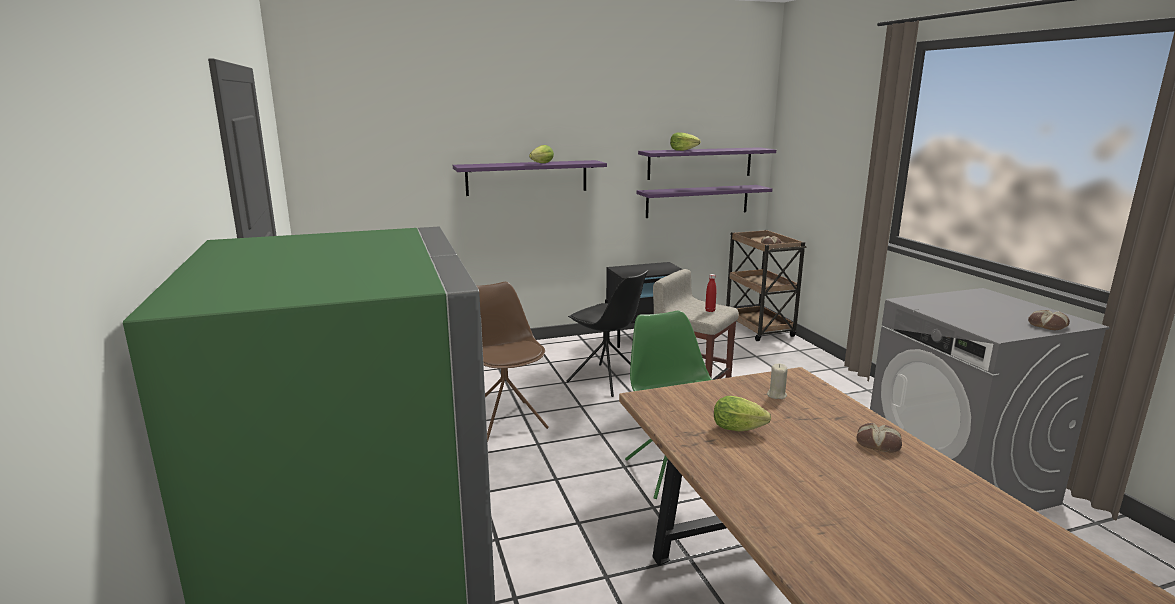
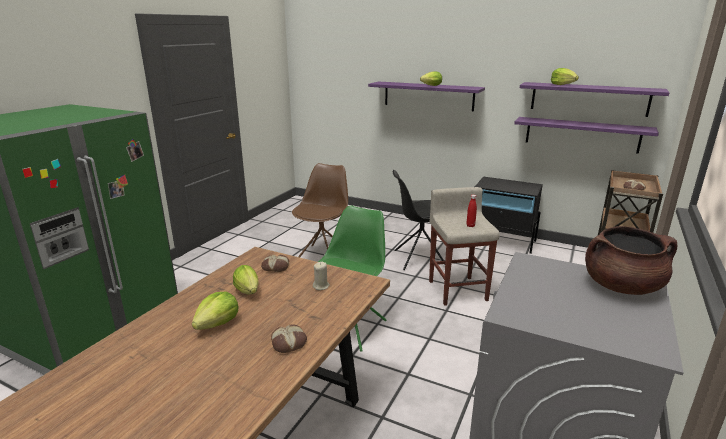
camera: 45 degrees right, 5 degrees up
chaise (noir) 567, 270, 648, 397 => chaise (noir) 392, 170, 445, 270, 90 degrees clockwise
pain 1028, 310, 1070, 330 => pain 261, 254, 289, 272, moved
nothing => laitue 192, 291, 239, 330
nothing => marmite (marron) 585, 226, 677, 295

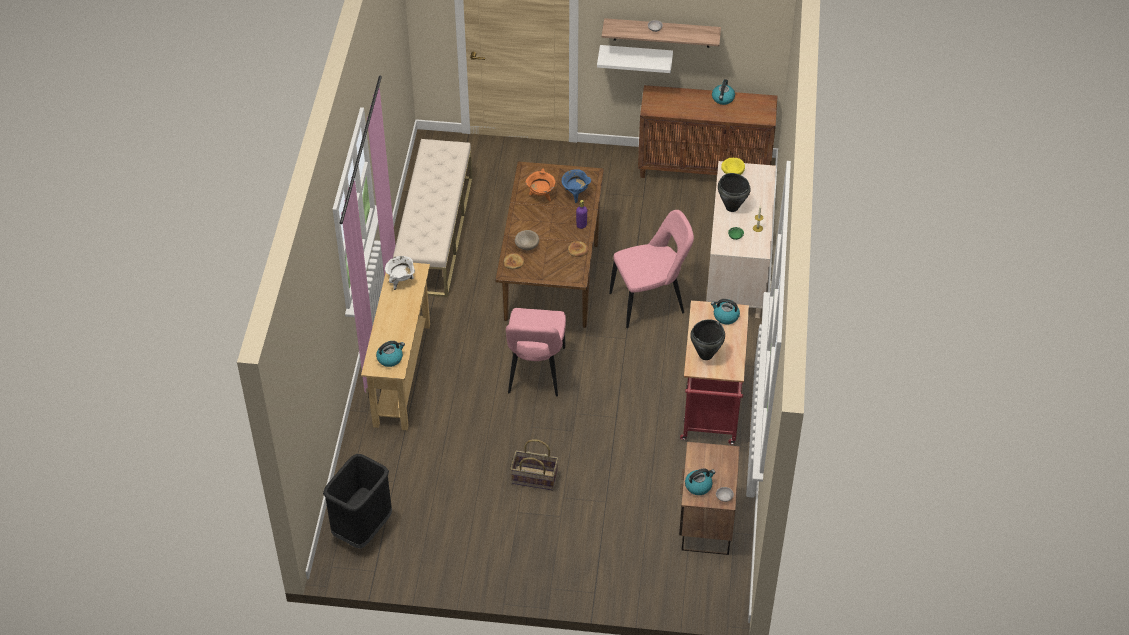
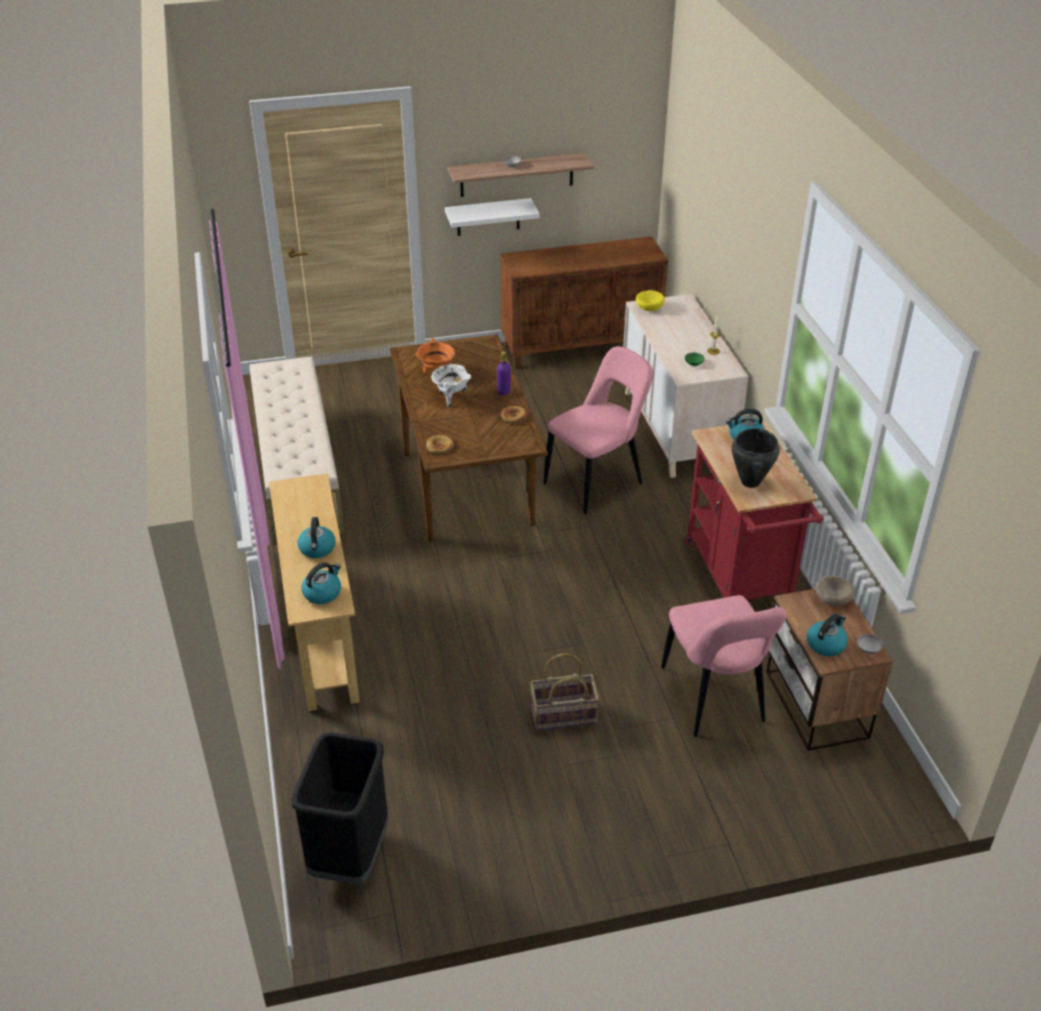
camera: 20 degrees left, 10 degrees down
marmite (blanc) 385, 256, 415, 290 => marmite (blanc) 431, 364, 471, 407, moved
chaise (rose) 506, 308, 566, 397 => chaise (rose) 661, 595, 787, 737, moved
bol (beige) 515, 230, 539, 250 => bol (beige) 816, 575, 855, 606, moved
marmite (bleu) 562, 169, 591, 203 => nothing
bouilloire 712, 79, 735, 105 => bouilloire 297, 517, 336, 558, moved
marmite (noir) 718, 173, 751, 212 => nothing

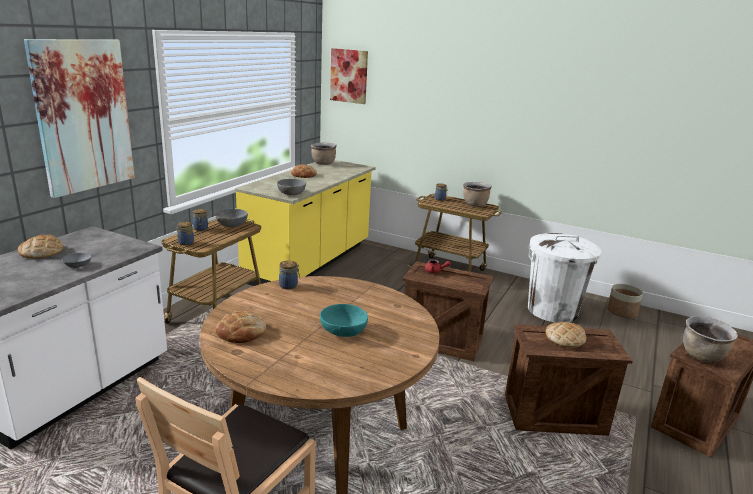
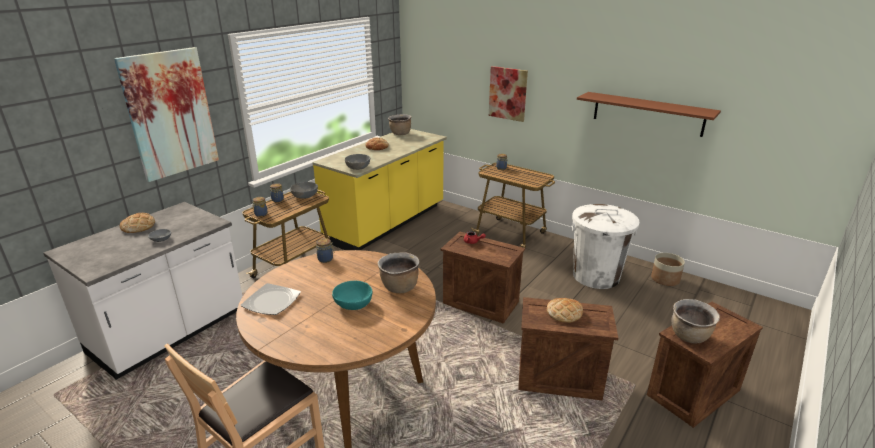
camera: 10 degrees right, 5 degrees up
pain 216, 311, 266, 343 => assiette 241, 283, 301, 315
tableau 330, 48, 368, 104 => tableau 489, 66, 528, 122, moved
marmite (marron) 463, 182, 492, 207 => marmite (marron) 378, 252, 419, 293, moved
nothing => étagère (marron) 577, 92, 721, 137

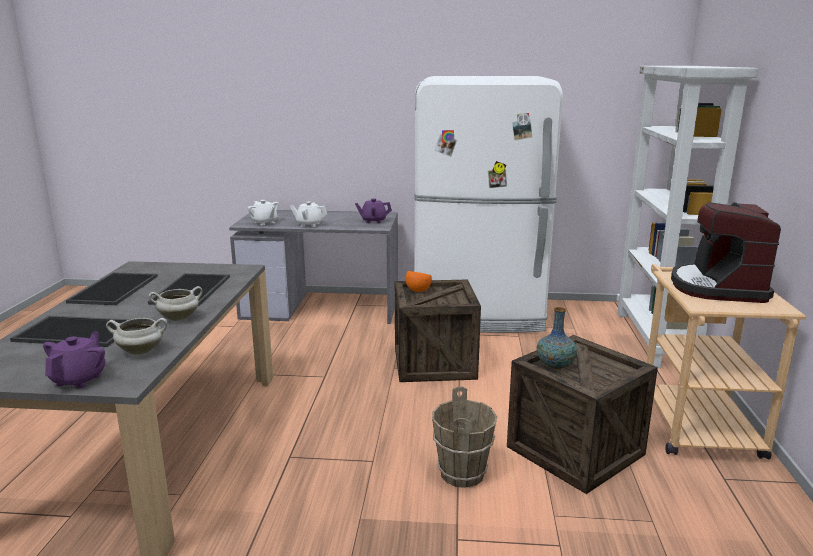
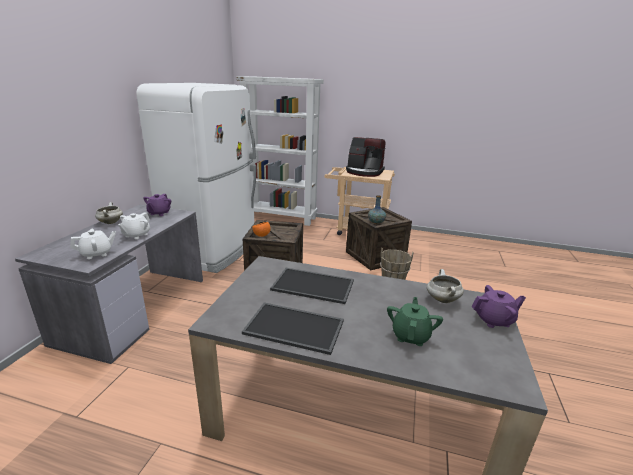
camera: 80 degrees left, 5 degrees up
plateau 10, 316, 129, 347 => théière (vert) 387, 297, 443, 346
théière (violet) 43, 332, 106, 389 => théière (violet) 472, 285, 526, 328, 150 degrees clockwise
marmite (blanc) 149, 286, 202, 321 => marmite (blanc) 95, 202, 123, 224, moved

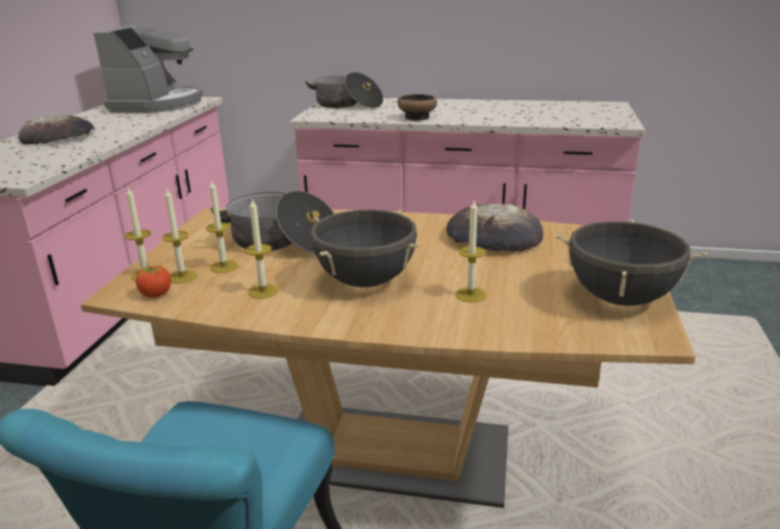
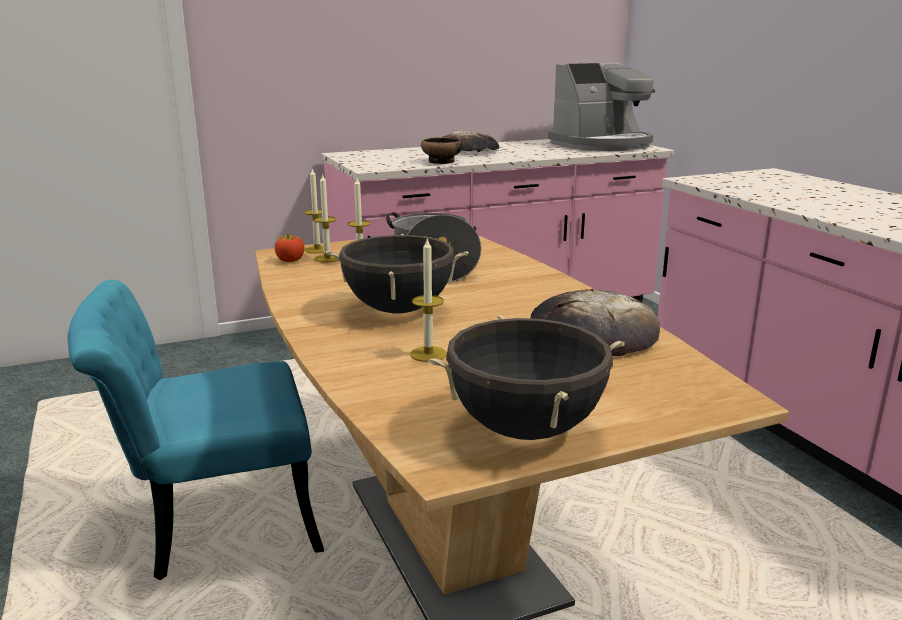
camera: 55 degrees right, 5 degrees down
bougie 245, 199, 279, 299 => nothing
marmite 305, 72, 383, 108 => nothing
bol 398, 94, 437, 121 => bol 421, 137, 463, 164, moved

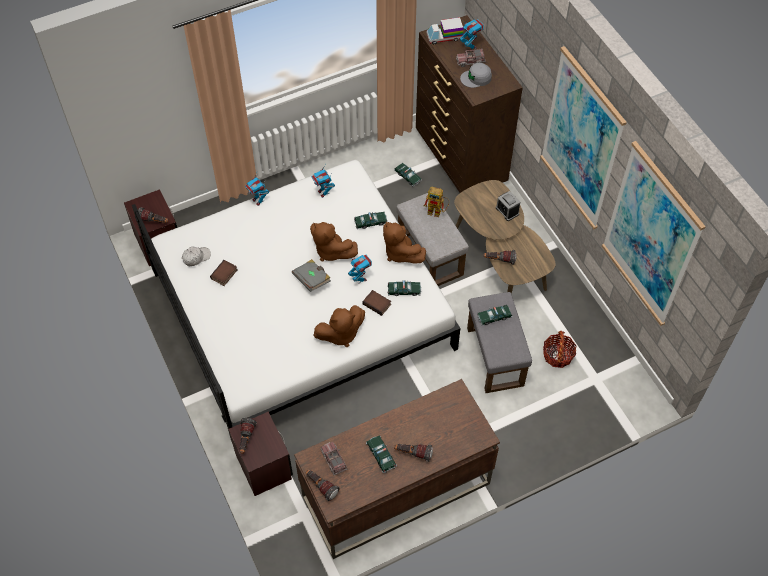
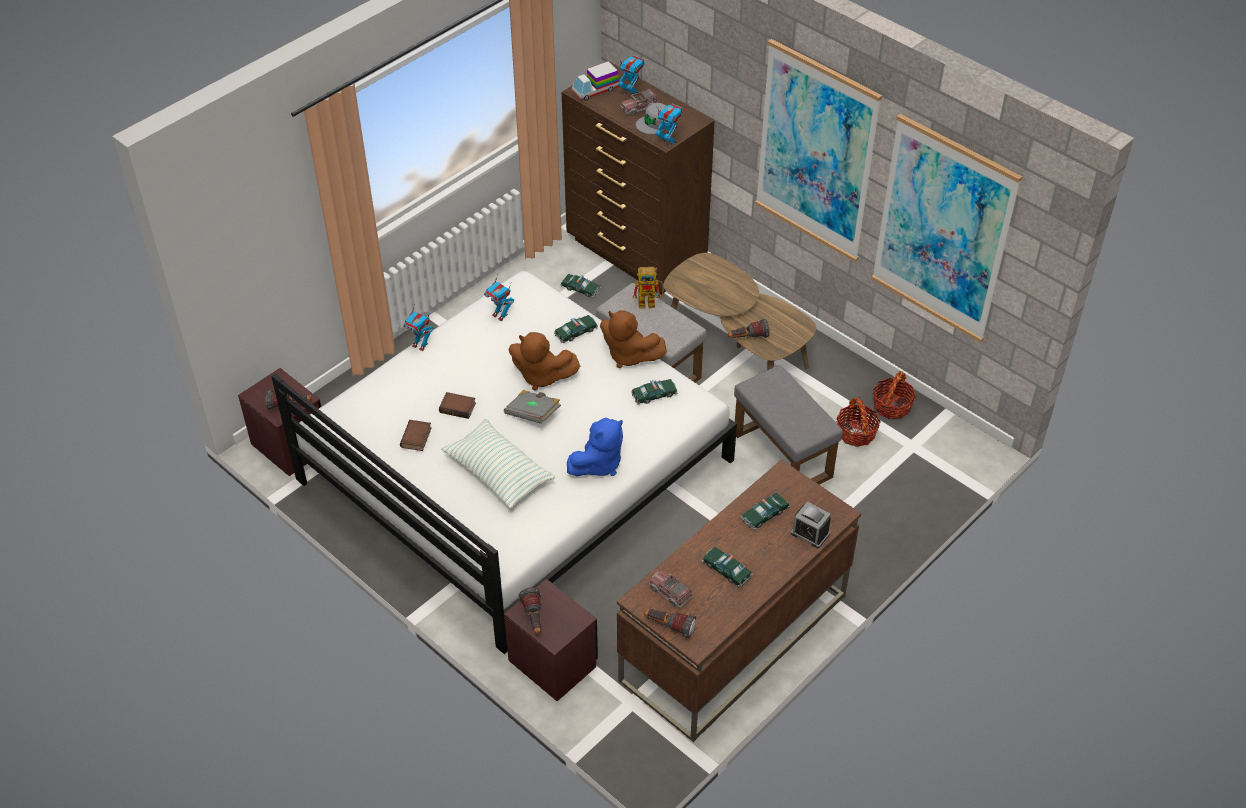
camera: 20 degrees left, 10 degrees down
casquette (blanc) 182, 246, 211, 266 => nothing
peluche (marron) 313, 305, 365, 347 => peluche (bleu) 567, 418, 623, 476
robot jouet 348, 255, 372, 284 => robot jouet 656, 104, 683, 147, moved
livre 362, 290, 391, 316 => livre 439, 392, 476, 419, moved
lampe de poche 394, 444, 433, 462 => nothing
petite voiture 477, 305, 513, 326 => petite voiture 741, 493, 790, 530, moved
réveil 496, 191, 520, 221 => réveil 791, 502, 831, 548, moved
nothing => coussin 442, 419, 555, 508
nothing => panier 873, 371, 916, 419

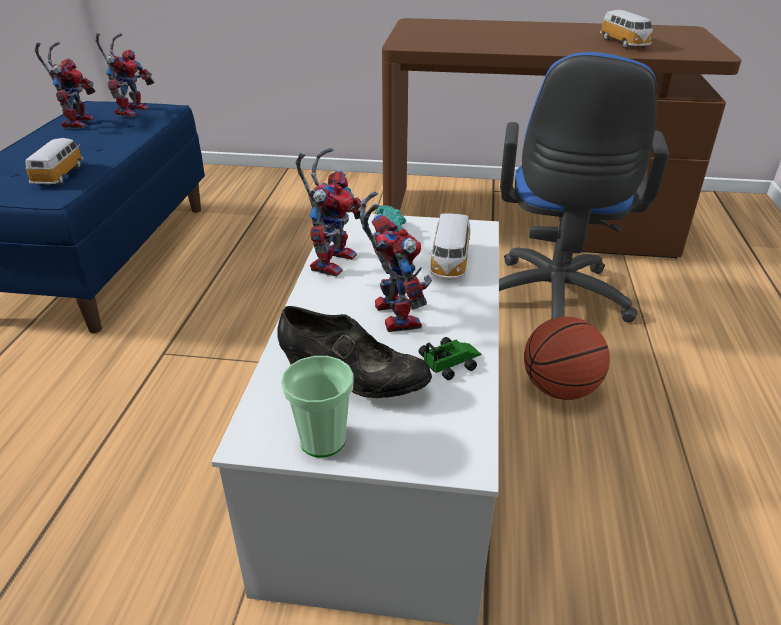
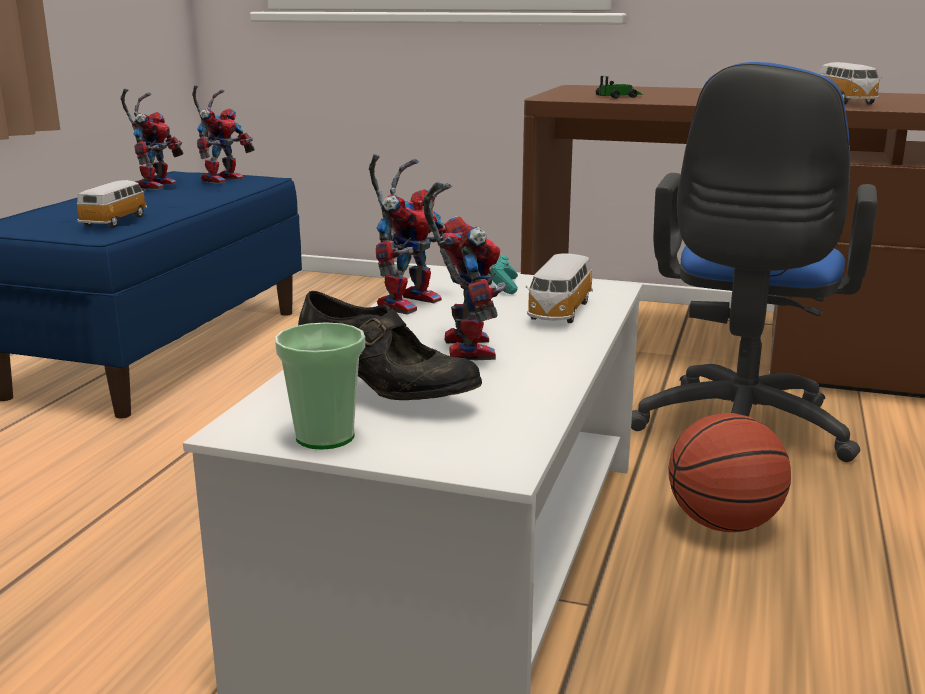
camera: 10 degrees right, 15 degrees down
petite voiture 418, 337, 482, 380 => petite voiture 596, 76, 643, 98, moved

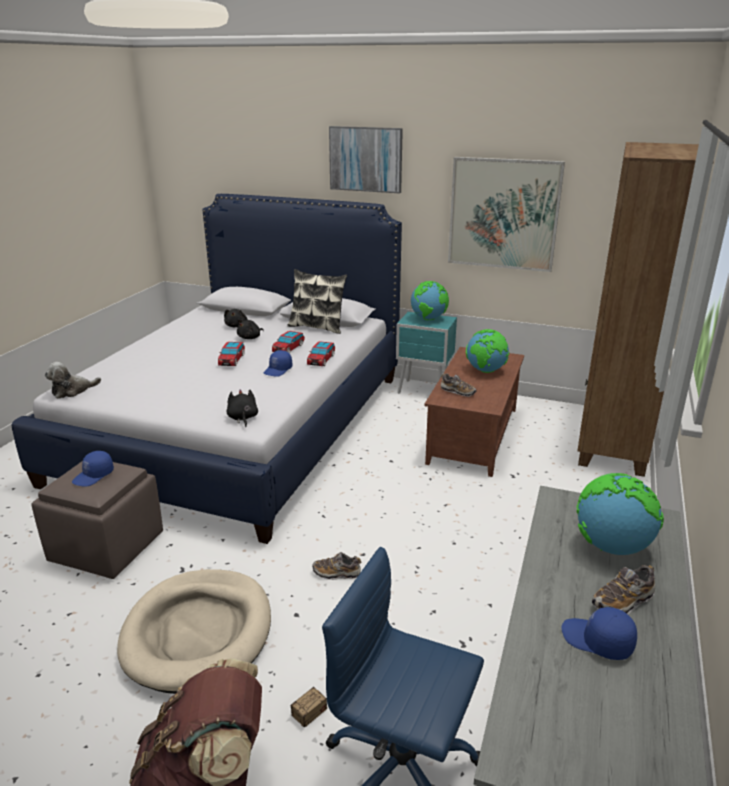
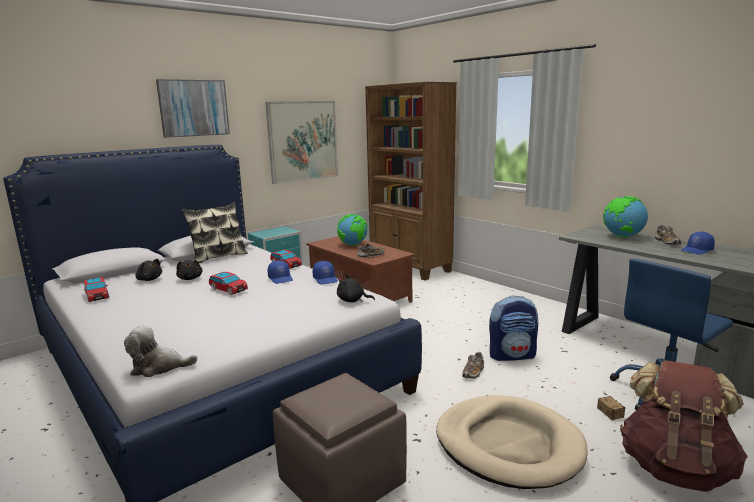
camera: 60 degrees left, 10 degrees down
peluche 45, 362, 101, 399 => peluche 124, 326, 198, 377, 90 degrees clockwise
casquette (bleu) 72, 451, 114, 487 => casquette (bleu) 313, 261, 338, 285, moved
petite voiture 272, 331, 305, 353 => petite voiture 84, 277, 109, 302, moved
globe 411, 281, 449, 320 => nothing
nothing => sac à dos 489, 296, 538, 361

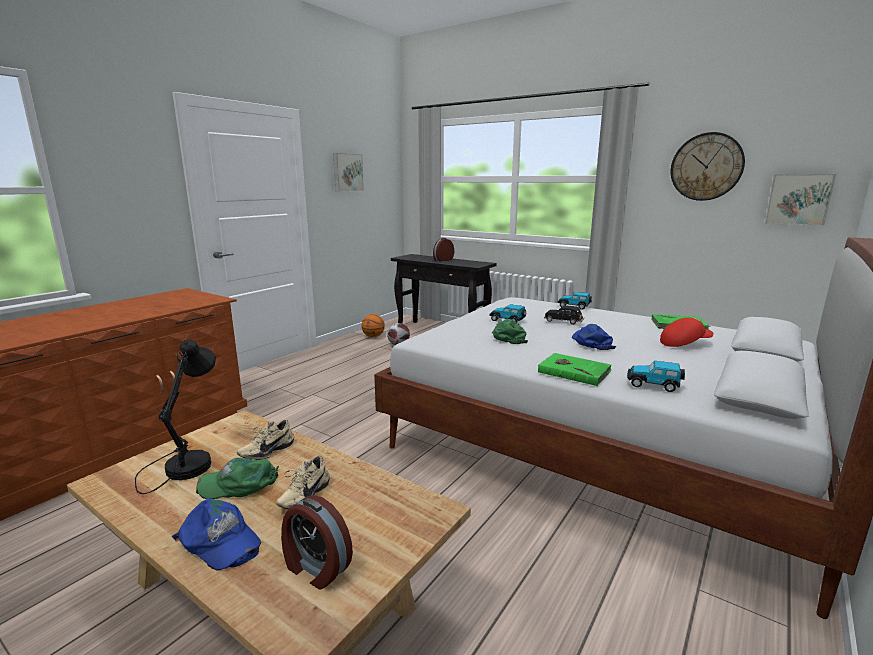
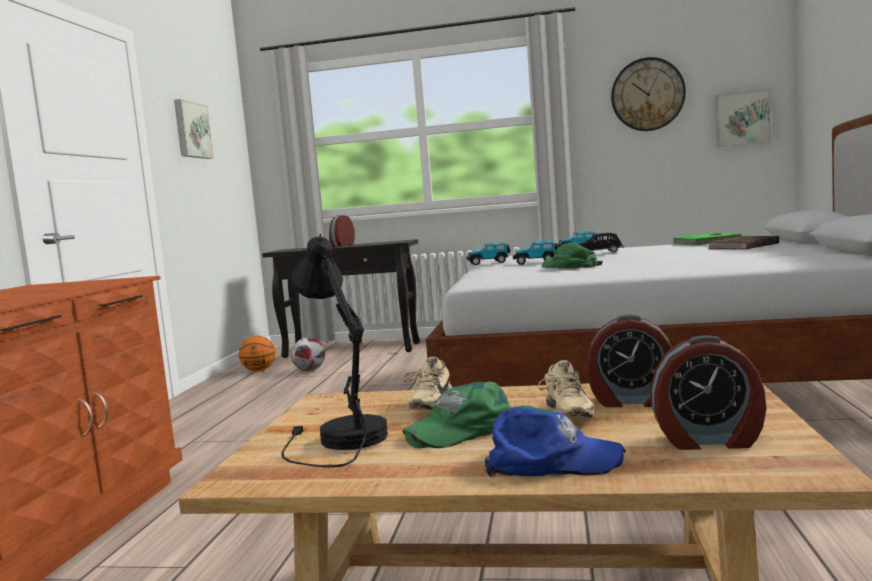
camera: 25 degrees left, 10 degrees down
livre (vert) 538, 353, 612, 386 => nothing
casquette (bleu) 572, 324, 616, 350 => nothing
petite voiture 627, 361, 685, 392 => petite voiture 466, 242, 510, 265, moved
casquette (rouge) 660, 317, 714, 347 => livre (marron) 705, 236, 780, 249
nothing => réveil 587, 315, 672, 407

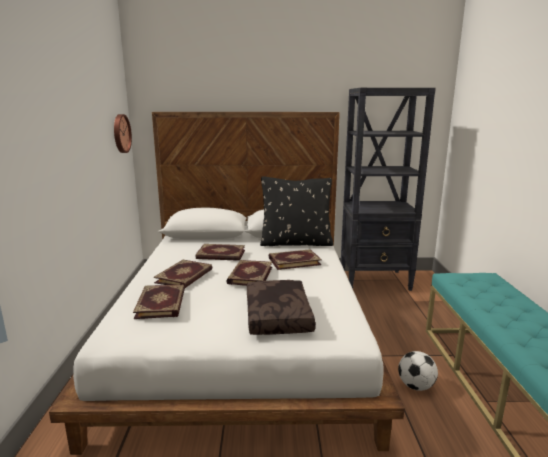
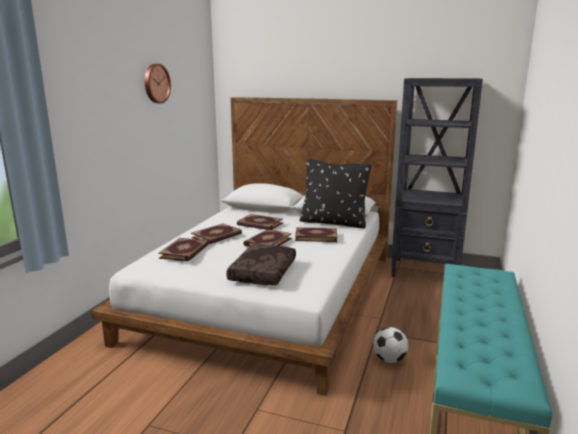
camera: 20 degrees right, 0 degrees up
horloge murale 114, 114, 132, 153 => horloge murale 145, 64, 171, 103, moved

